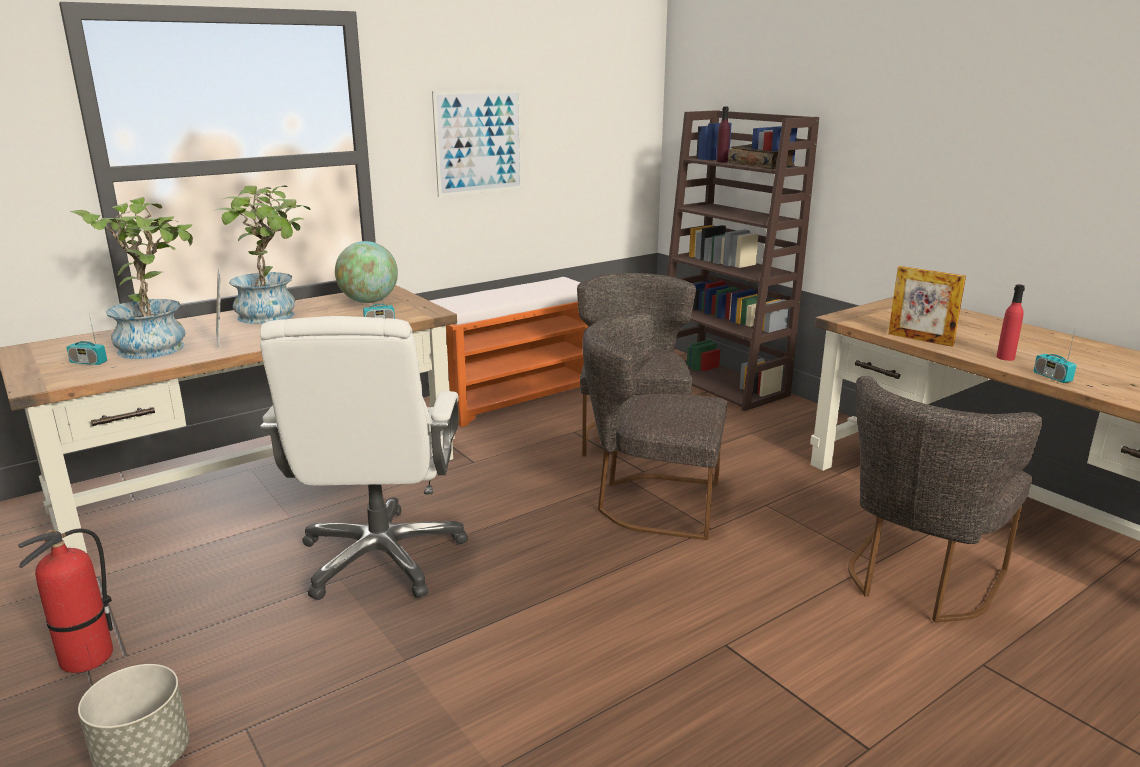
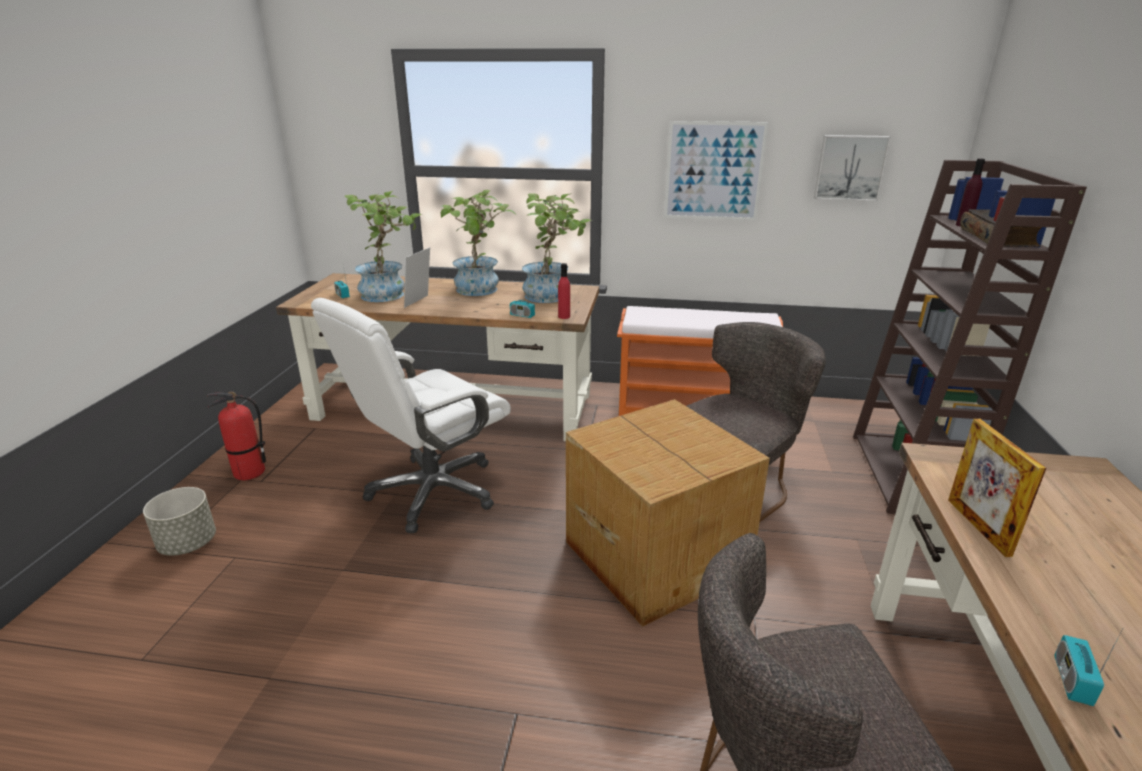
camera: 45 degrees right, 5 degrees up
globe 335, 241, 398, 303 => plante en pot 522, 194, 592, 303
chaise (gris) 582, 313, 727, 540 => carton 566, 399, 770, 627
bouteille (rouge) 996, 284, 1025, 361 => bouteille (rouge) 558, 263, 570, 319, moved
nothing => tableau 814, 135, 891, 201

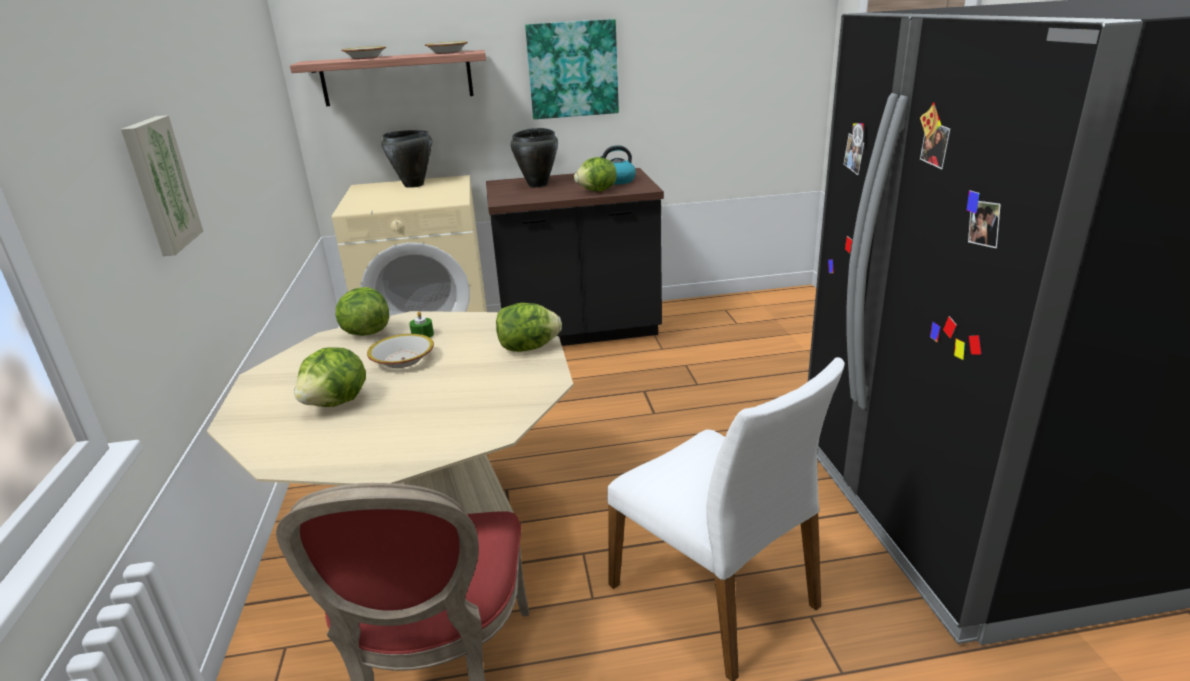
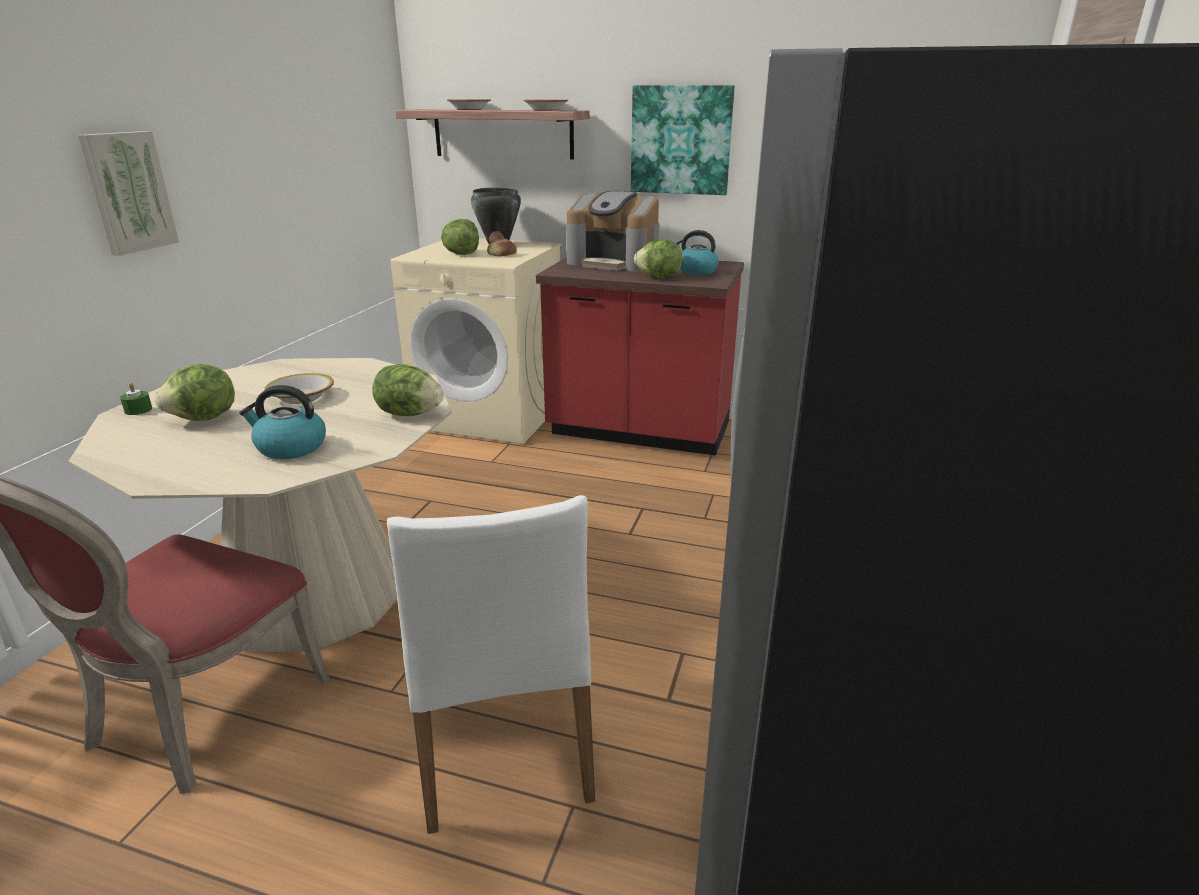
camera: 25 degrees right, 0 degrees up
laitue 336, 287, 389, 336 => laitue 441, 219, 479, 255, moved
bougie (vert) 409, 311, 434, 338 => bougie (vert) 120, 383, 152, 415, moved
comptoir de cuisine (noir) 486, 168, 664, 346 => comptoir de cuisine (rouge) 536, 257, 744, 456
marmite (noir) 510, 128, 558, 187 => machine à café 566, 191, 659, 272
nothing => bouilloire 239, 385, 326, 459
nothing => pain 487, 231, 517, 256

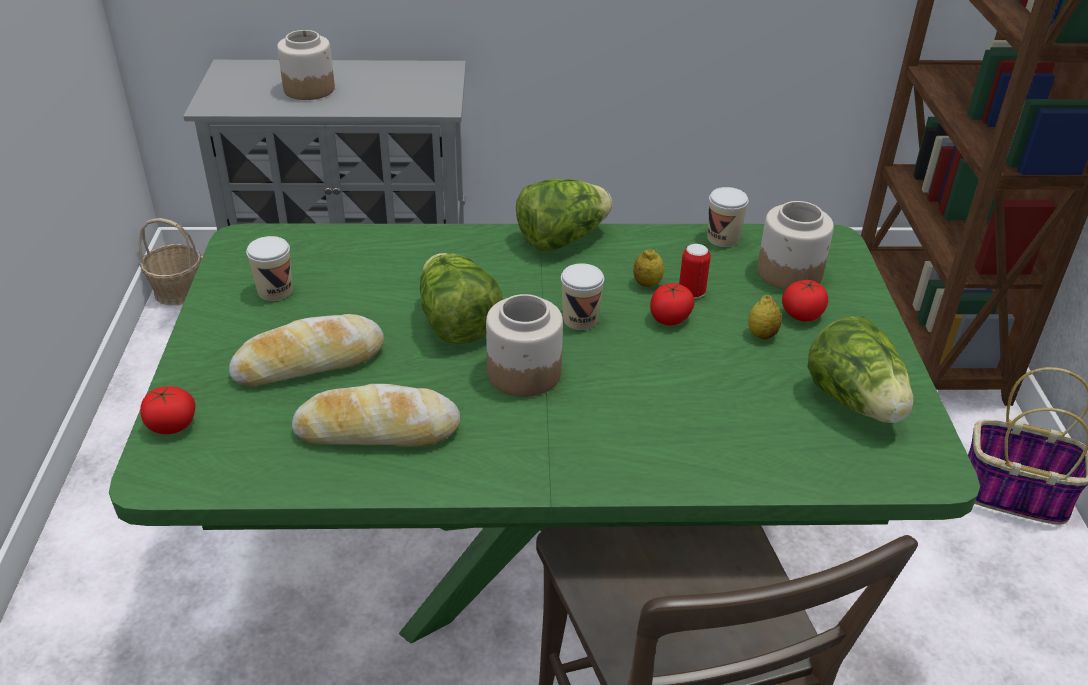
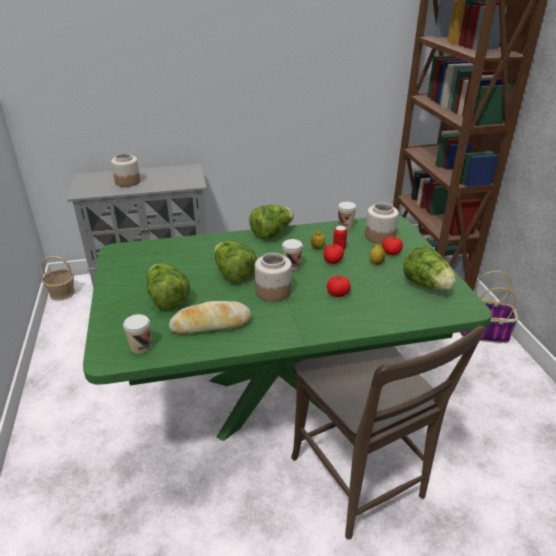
camera: 10 degrees left, 5 degrees down
tomate 140, 386, 196, 434 => tomate 327, 276, 351, 297, moved
pain 229, 314, 384, 386 => laitue 146, 263, 190, 310
tasse 246, 236, 293, 301 => tasse 123, 314, 152, 354, moved

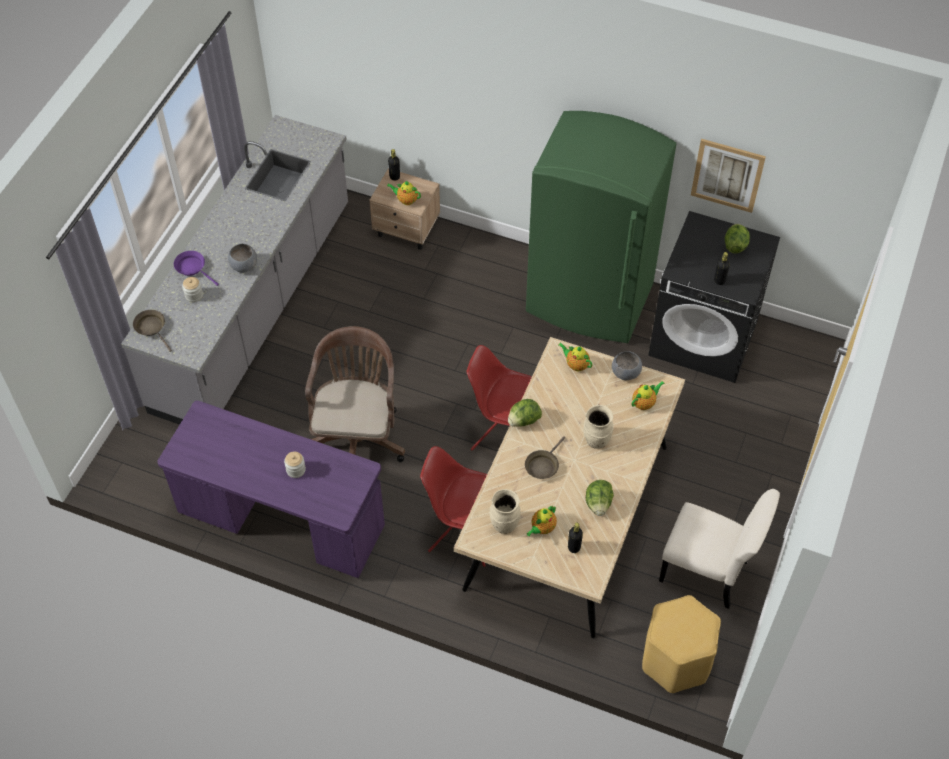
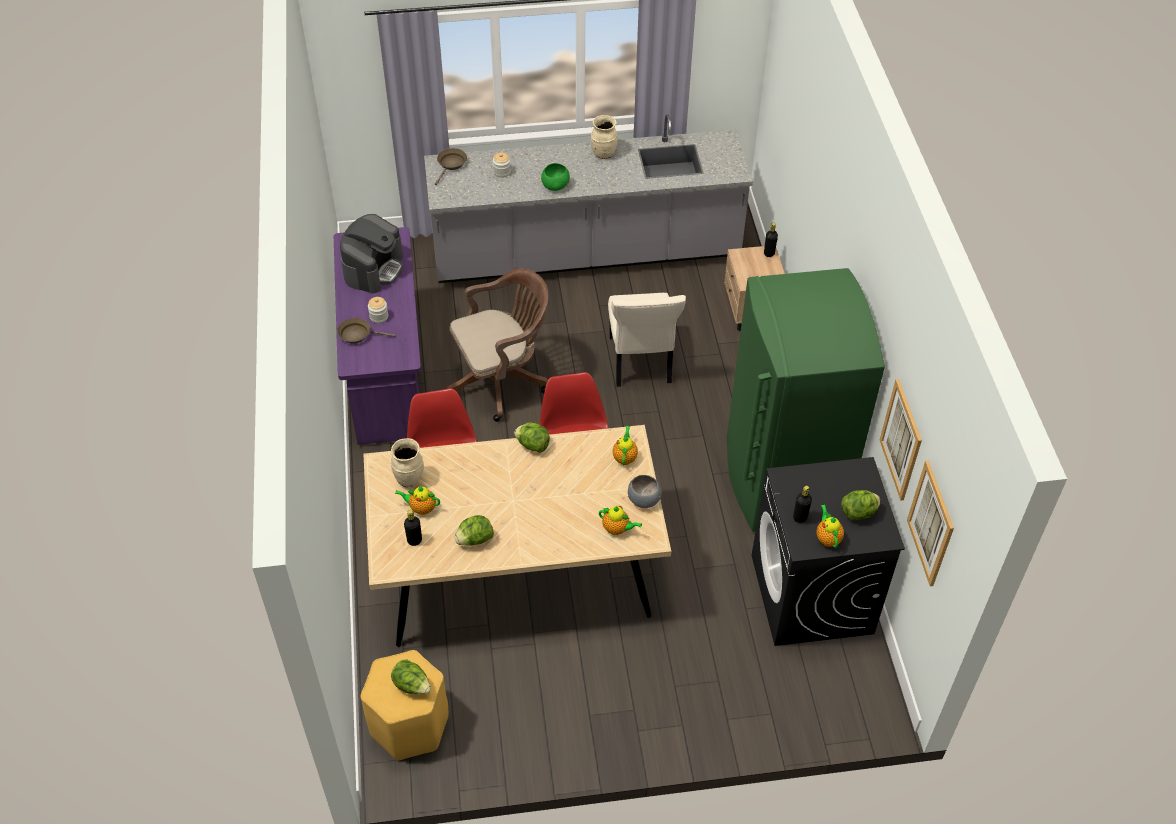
camera: 60 degrees right, 5 degrees down
poêle (violet) 174, 251, 219, 286 => nothing
bol (gris) 228, 244, 257, 272 => bol (vert) 541, 163, 570, 191
théière 387, 181, 421, 205 => théière 816, 505, 844, 548, moved
poêle (marron) 525, 436, 565, 479 => poêle (marron) 337, 318, 396, 344, moved
vase (beige) 583, 405, 614, 449 => vase (beige) 591, 115, 617, 159, moved
chaise (beige) 659, 489, 780, 609 => chaise (beige) 608, 293, 686, 387, moved
nothing => machine à café 340, 214, 403, 294
nothing => laitue 391, 660, 431, 694
nothing => tableau 907, 461, 954, 586

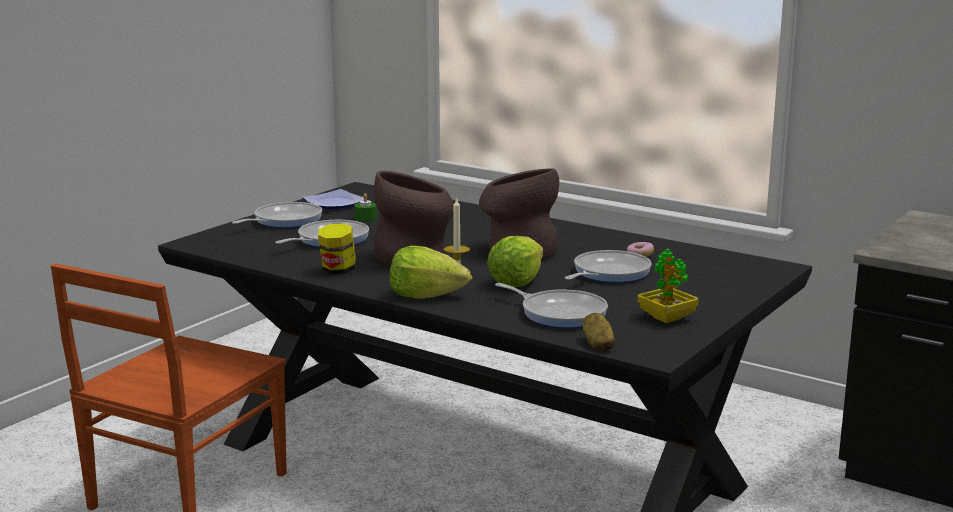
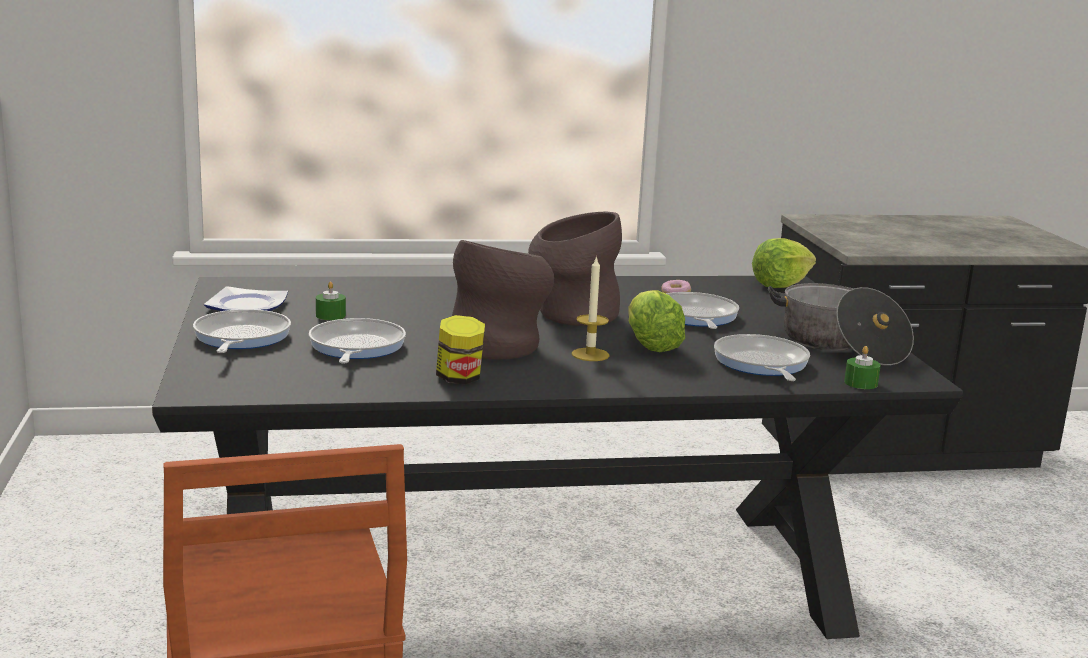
camera: 45 degrees left, 0 degrees up
laitue 390, 246, 471, 299 => laitue 752, 238, 816, 288, moved
poêle 495, 283, 608, 328 => poêle 714, 334, 810, 381, 90 degrees counterclockwise
pomme de terre 583, 313, 615, 351 => bougie (vert) 844, 346, 881, 389
plante en pot 637, 249, 699, 323 => marmite 768, 283, 914, 365

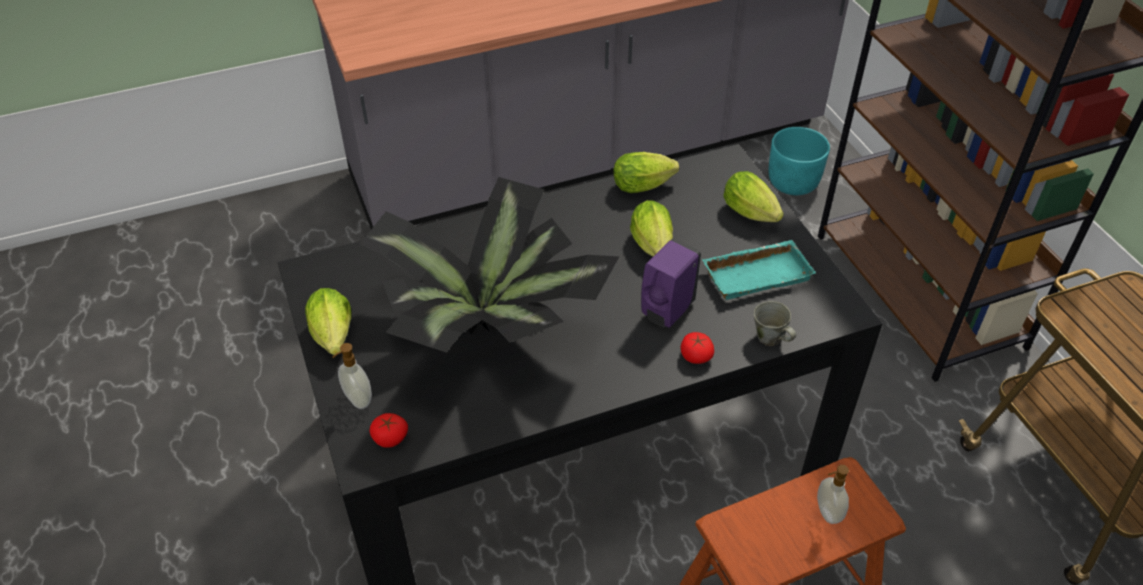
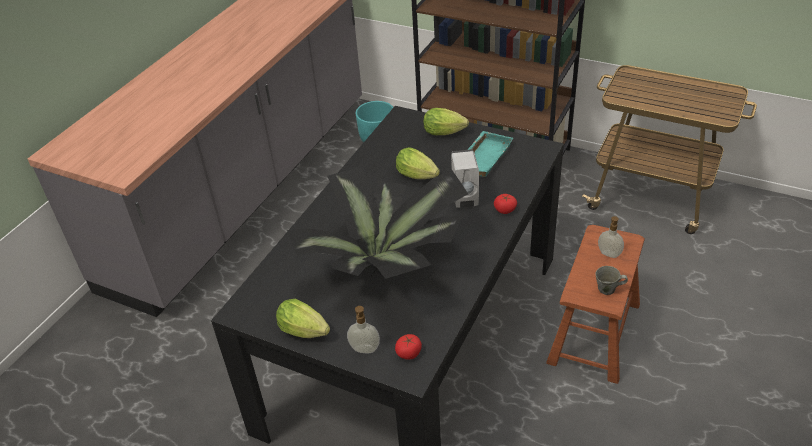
camera: 40 degrees left, 5 degrees down
laitue 613, 152, 679, 193 => nothing
distributeur de savon (violet) 641, 238, 701, 328 => distributeur de savon (blanc) 451, 149, 479, 209
mug (gris) 754, 301, 796, 346 => mug (gris) 595, 266, 628, 295, moved

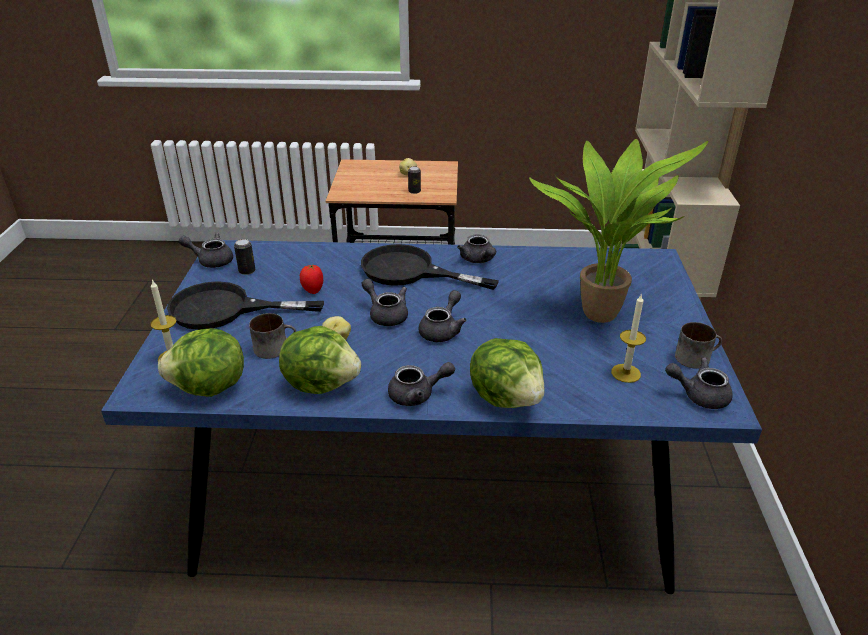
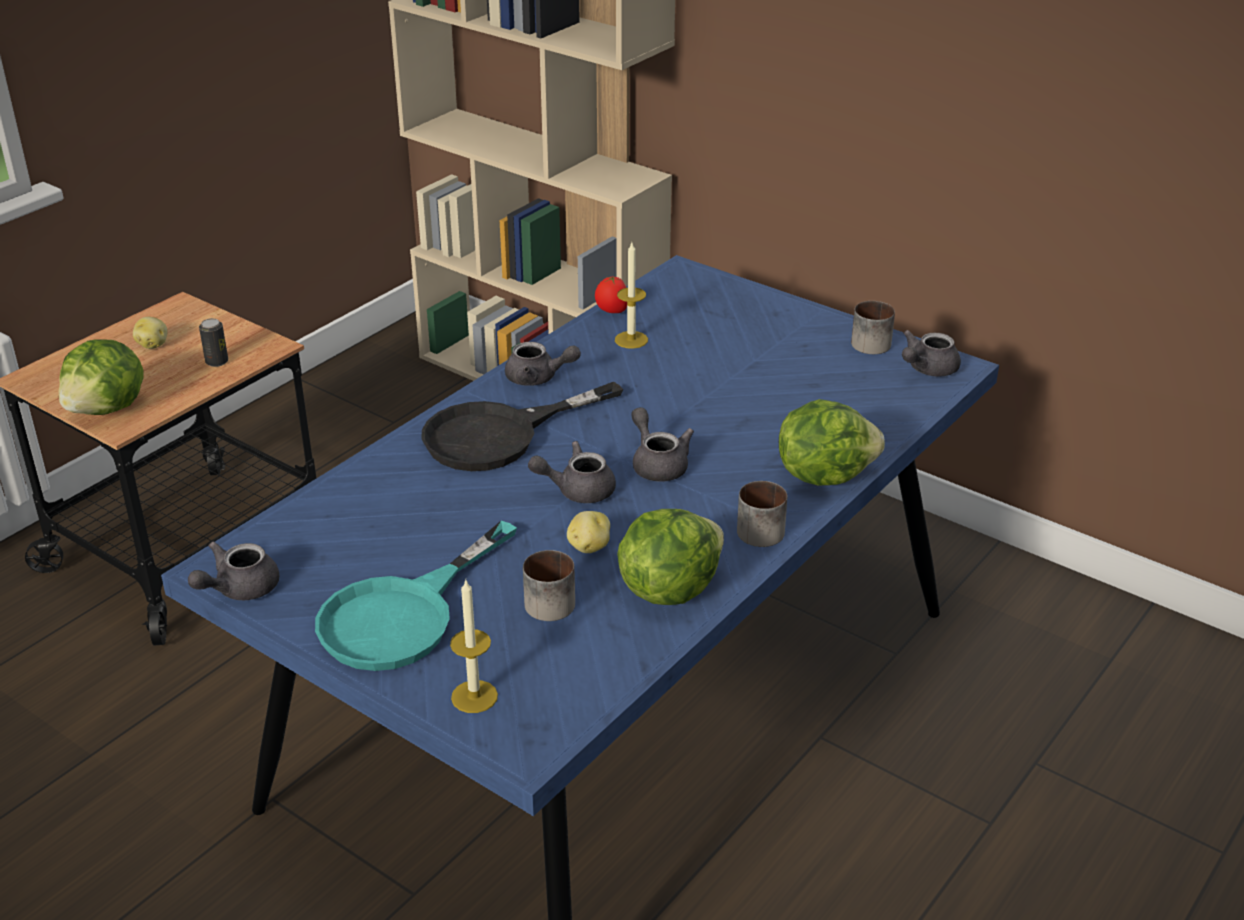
camera: 55 degrees left, 0 degrees up
laitue 158, 328, 244, 397 => laitue 59, 339, 144, 415, moved
poêle (noir) 167, 281, 324, 330 => poêle (turquoise) 315, 521, 517, 671
boîte métallique 234, 239, 255, 275 => nothing
tomate 300, 265, 323, 294 => tomate 595, 276, 627, 313, moved
théière (gris) 388, 362, 455, 406 => mug 737, 481, 787, 547
plante en pot 529, 139, 708, 323 => nothing
bougie 611, 293, 646, 383 => bougie 615, 243, 648, 349, moved

